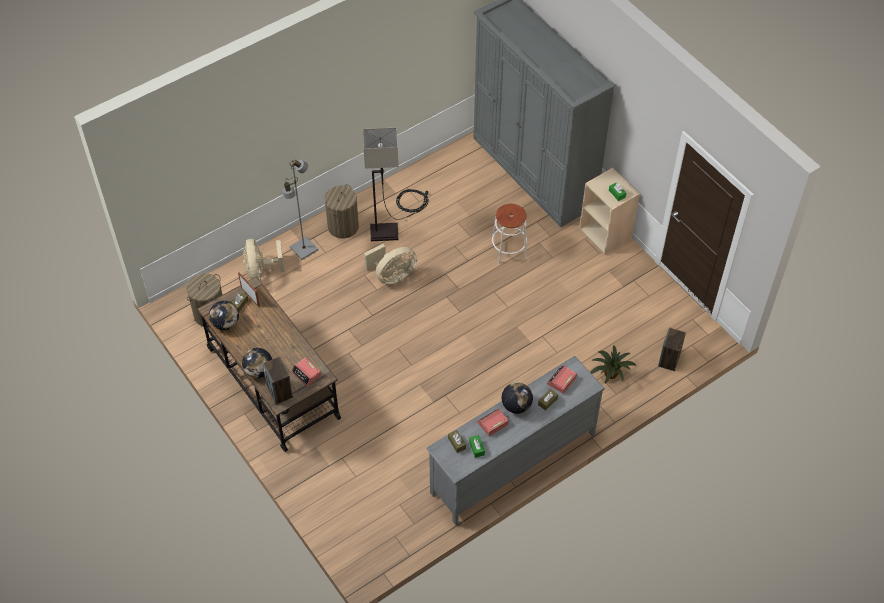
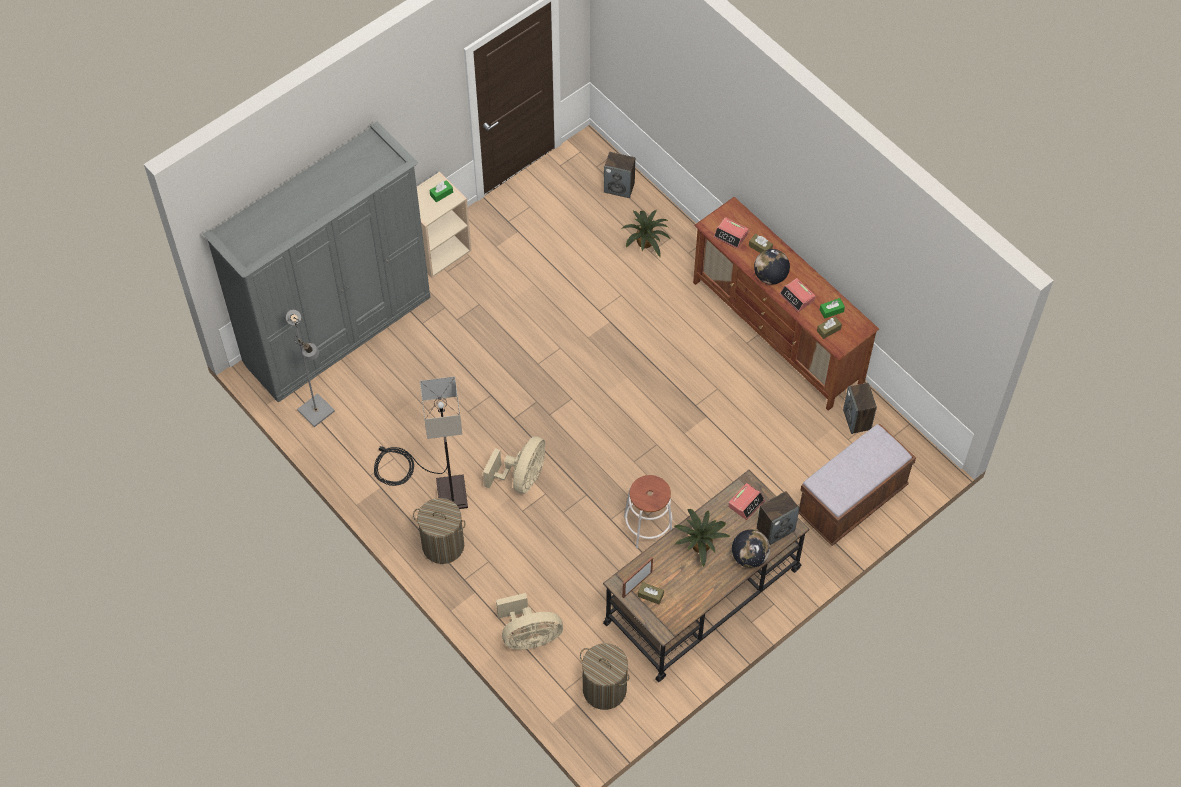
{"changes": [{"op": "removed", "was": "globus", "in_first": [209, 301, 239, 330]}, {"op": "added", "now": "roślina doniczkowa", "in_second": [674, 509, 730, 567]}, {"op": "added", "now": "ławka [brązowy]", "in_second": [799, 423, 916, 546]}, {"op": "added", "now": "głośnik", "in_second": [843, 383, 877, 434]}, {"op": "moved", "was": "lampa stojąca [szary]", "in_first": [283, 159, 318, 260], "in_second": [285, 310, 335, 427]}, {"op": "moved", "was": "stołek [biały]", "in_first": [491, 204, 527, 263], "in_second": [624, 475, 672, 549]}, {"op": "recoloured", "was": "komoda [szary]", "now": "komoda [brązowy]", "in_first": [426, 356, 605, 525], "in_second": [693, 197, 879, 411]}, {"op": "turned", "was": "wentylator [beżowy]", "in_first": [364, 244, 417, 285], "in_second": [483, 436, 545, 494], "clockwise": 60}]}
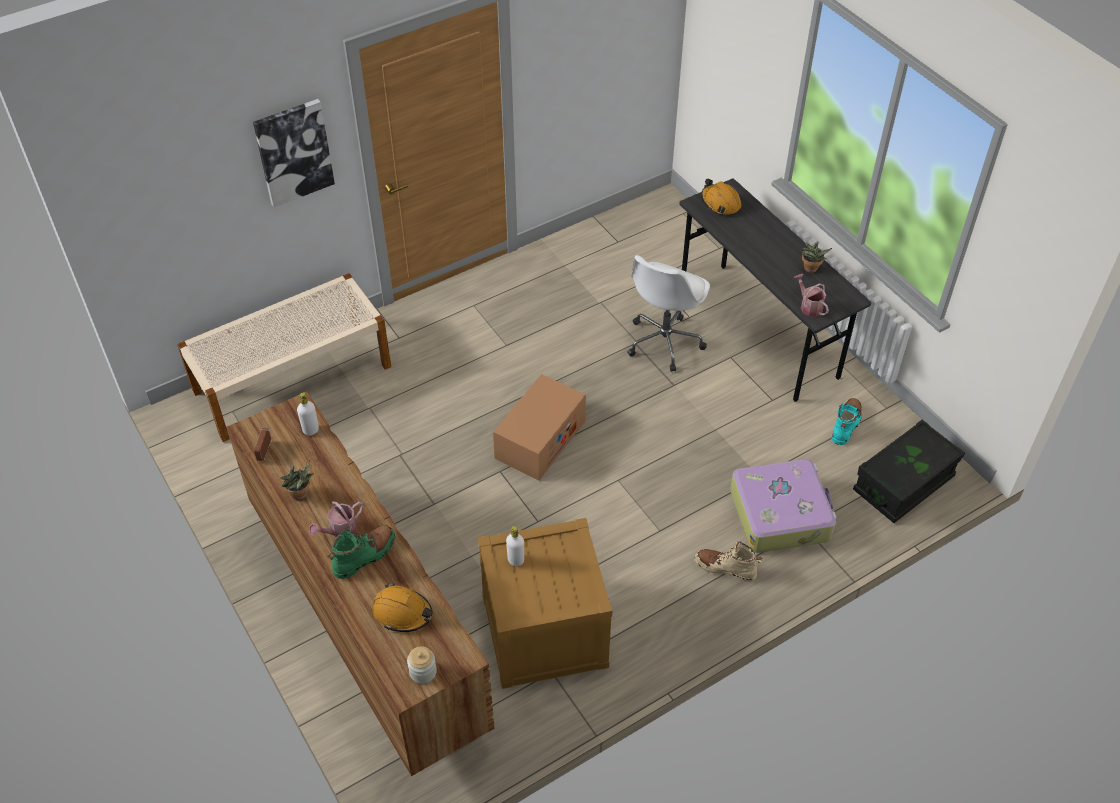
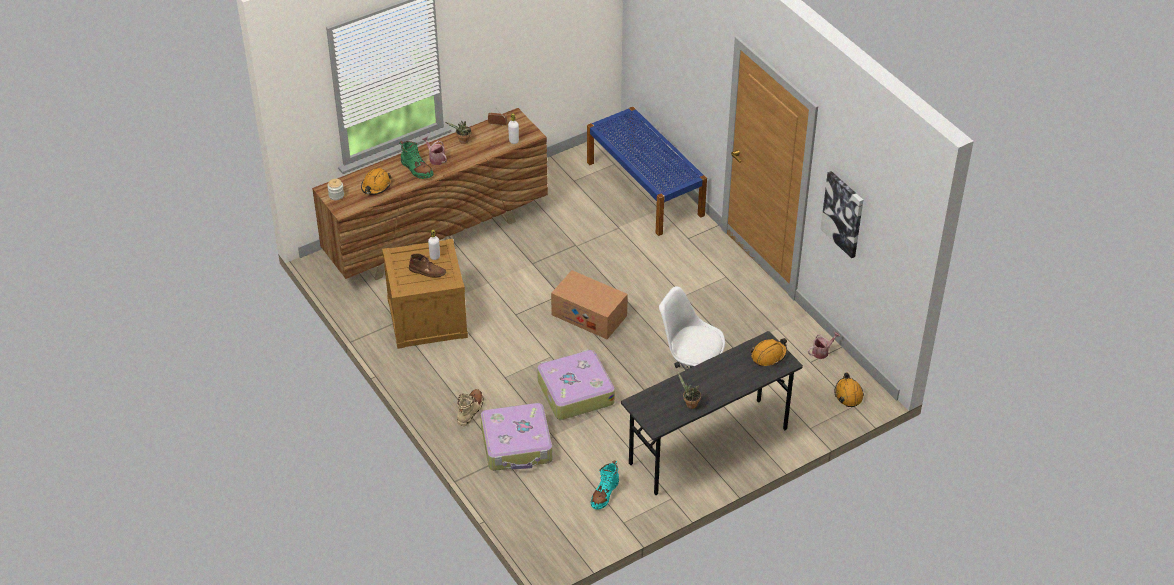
{"changes": [{"op": "removed", "was": "pojemnik do przechowywania [czarny]", "in_first": [853, 420, 965, 523]}, {"op": "added", "now": "but z cholewką [brązowy]", "in_second": [409, 253, 446, 277]}, {"op": "added", "now": "walizka", "in_second": [537, 349, 615, 420]}, {"op": "added", "now": "kask [pomarańczowy]", "in_second": [835, 372, 864, 407]}, {"op": "moved", "was": "obraz", "in_first": [253, 99, 335, 207], "in_second": [821, 171, 863, 258]}, {"op": "moved", "was": "konewka", "in_first": [794, 274, 829, 317], "in_second": [808, 332, 840, 359]}, {"op": "recoloured", "was": "ławka [beżowy]", "now": "ławka [niebieski]", "in_first": [177, 273, 391, 442], "in_second": [587, 107, 707, 236]}, {"op": "turned", "was": "but z cholewką [turkusowy]", "in_first": [832, 398, 862, 445], "in_second": [591, 460, 619, 510], "clockwise": 90}]}
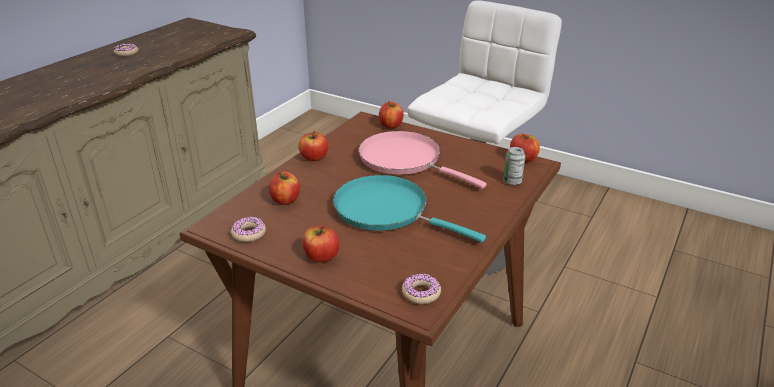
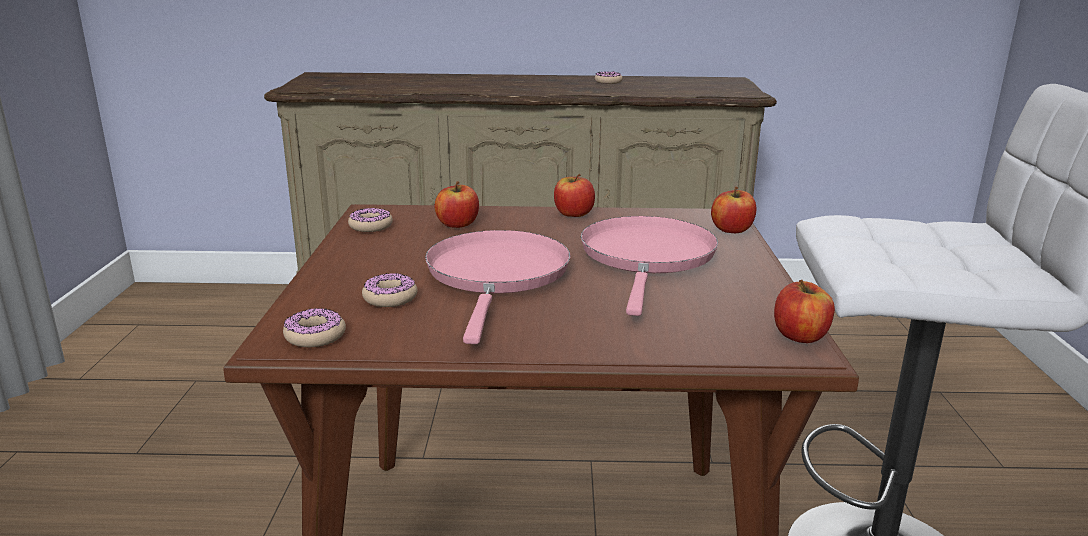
{"changes": [{"op": "removed", "was": "jabłko", "in_first": [302, 226, 339, 262]}, {"op": "removed", "was": "puszka", "in_first": [503, 147, 526, 185]}, {"op": "added", "now": "donut", "in_second": [362, 273, 417, 307]}, {"op": "recoloured", "was": "patelnia [turkusowy]", "now": "patelnia [różowy]", "in_first": [333, 175, 486, 243], "in_second": [425, 230, 571, 344]}]}
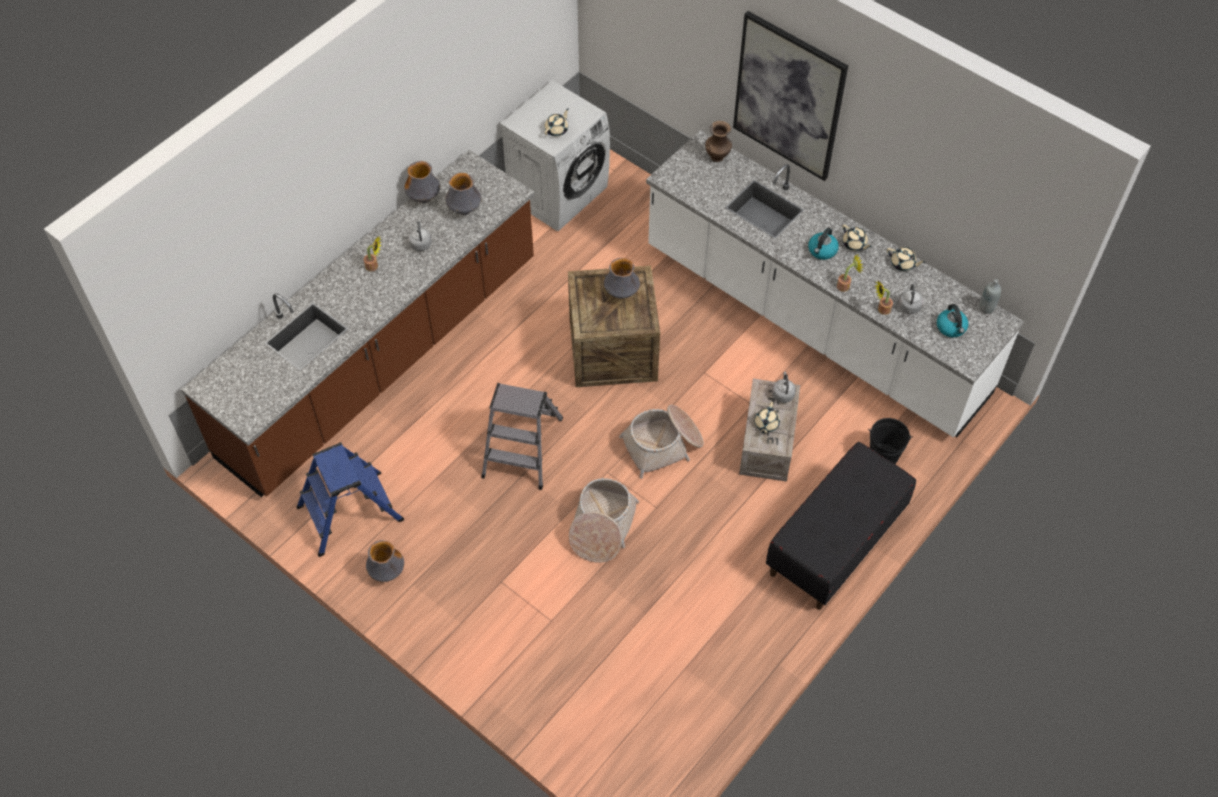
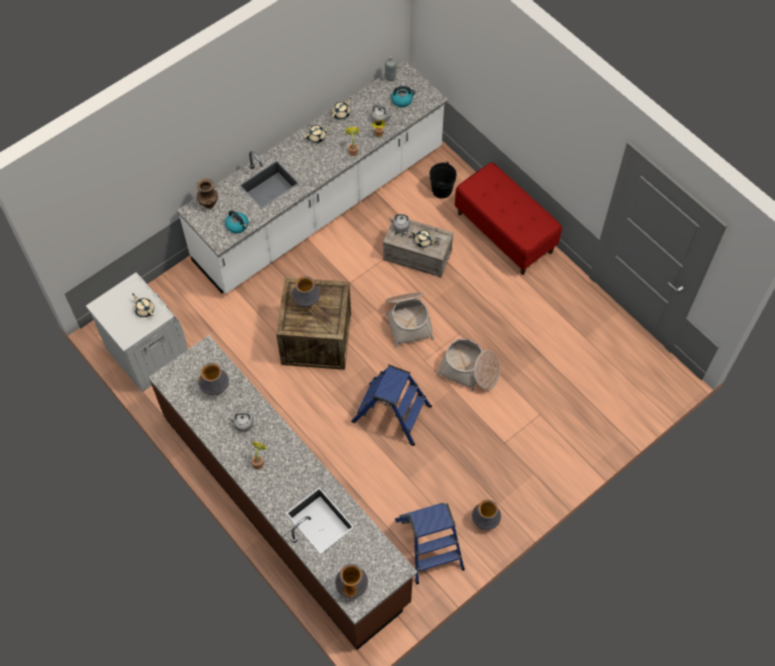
{"changes": [{"op": "removed", "was": "obraz", "in_first": [733, 11, 848, 181]}, {"op": "moved", "was": "wazon", "in_first": [404, 161, 440, 203], "in_second": [335, 564, 368, 598]}, {"op": "moved", "was": "czajnik", "in_first": [808, 228, 839, 260], "in_second": [225, 210, 248, 233]}, {"op": "recoloured", "was": "drabinka [szary]", "now": "drabinka [niebieski]", "in_first": [481, 383, 563, 490], "in_second": [351, 365, 432, 446]}, {"op": "recoloured", "was": "ławka [czarny]", "now": "ławka [czerwony]", "in_first": [766, 442, 916, 610], "in_second": [455, 162, 562, 275]}]}
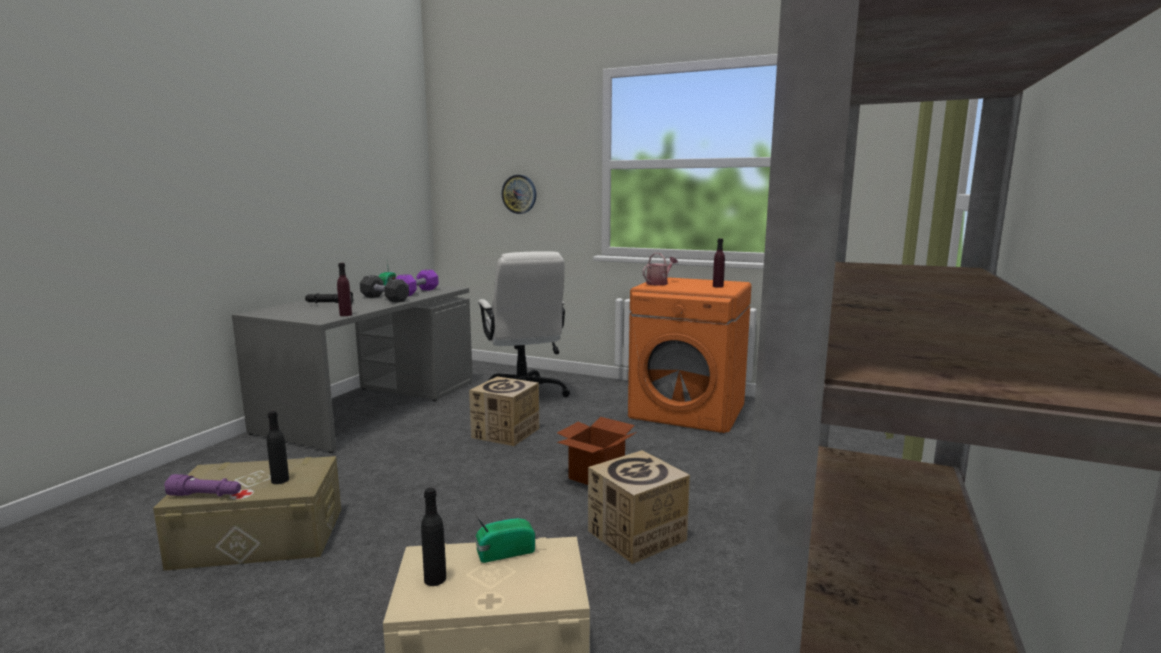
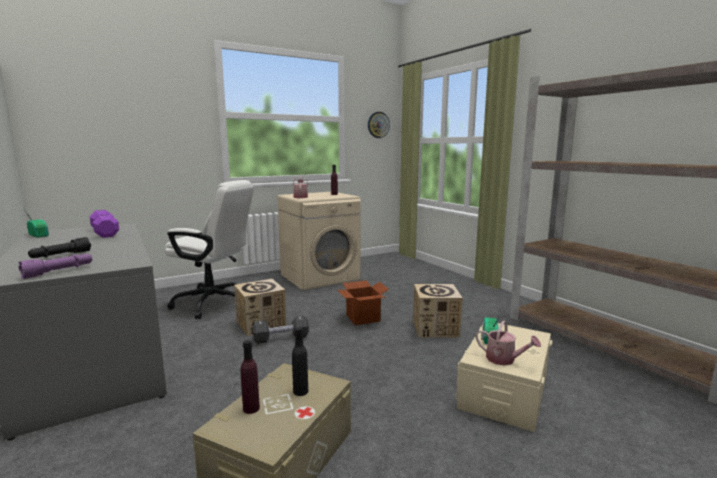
{"changes": [{"op": "moved", "was": "latarka [fioletowy]", "in_first": [164, 474, 241, 497], "in_second": [18, 254, 92, 279]}, {"op": "moved", "was": "butelka [fioletowy]", "in_first": [337, 263, 352, 316], "in_second": [241, 340, 260, 414]}, {"op": "moved", "was": "hantel [czarny]", "in_first": [360, 275, 409, 303], "in_second": [253, 316, 309, 344]}, {"op": "moved", "was": "zegar ścienny", "in_first": [502, 175, 536, 214], "in_second": [368, 112, 390, 138]}, {"op": "replaced", "was": "butelka [czarny]", "now": "konewka", "in_first": [421, 488, 446, 586], "in_second": [475, 320, 541, 366]}, {"op": "recoloured", "was": "pralka [pomarańczowy]", "now": "pralka [beżowy]", "in_first": [628, 277, 752, 433], "in_second": [277, 192, 360, 290]}]}
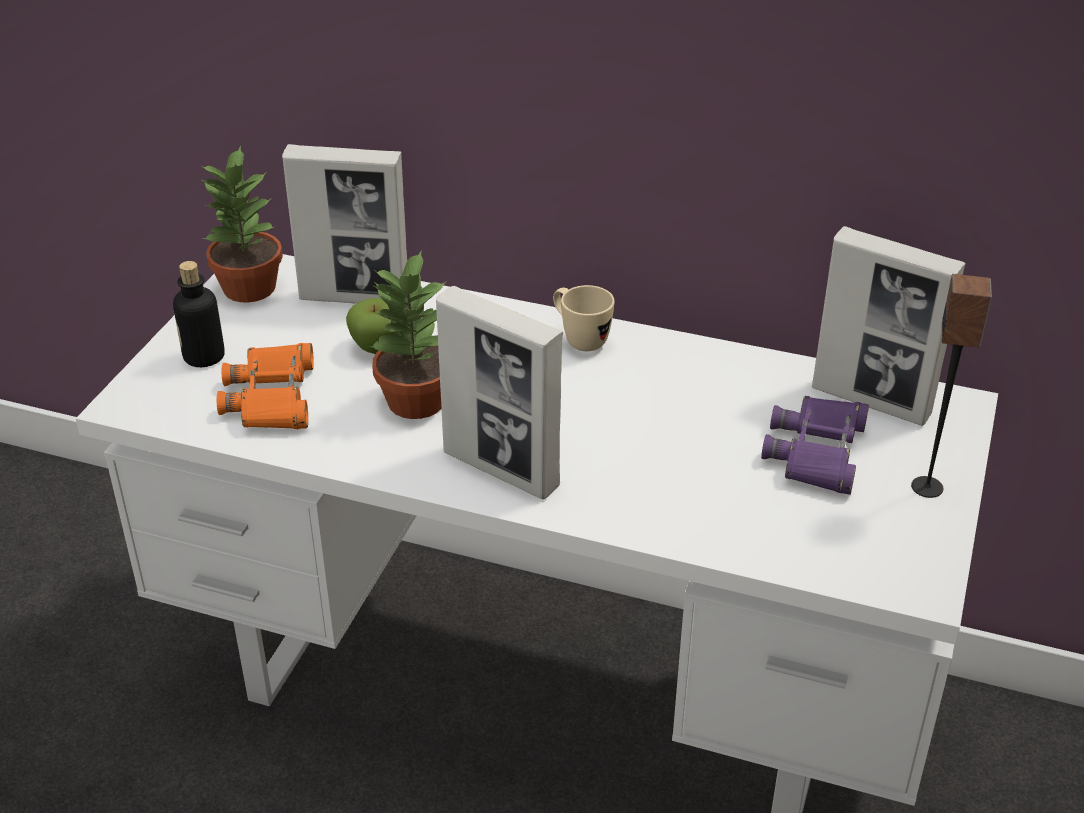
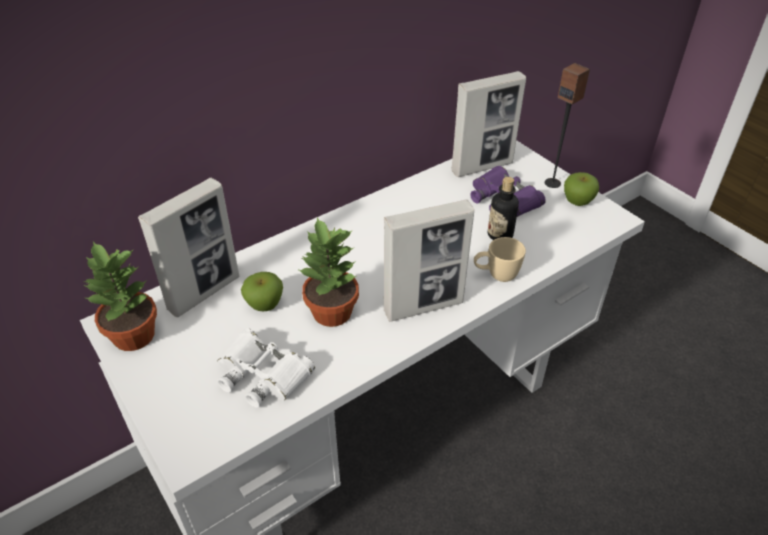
{"changes": [{"op": "added", "now": "jabłko", "in_second": [564, 172, 599, 206]}, {"op": "moved", "was": "butelka", "in_first": [173, 261, 225, 367], "in_second": [488, 177, 519, 240]}, {"op": "moved", "was": "kubek [beżowy]", "in_first": [553, 285, 615, 351], "in_second": [474, 237, 526, 282]}, {"op": "recoloured", "was": "lornetka [pomarańczowy]", "now": "lornetka [biały]", "in_first": [217, 343, 314, 429], "in_second": [217, 328, 315, 408]}]}
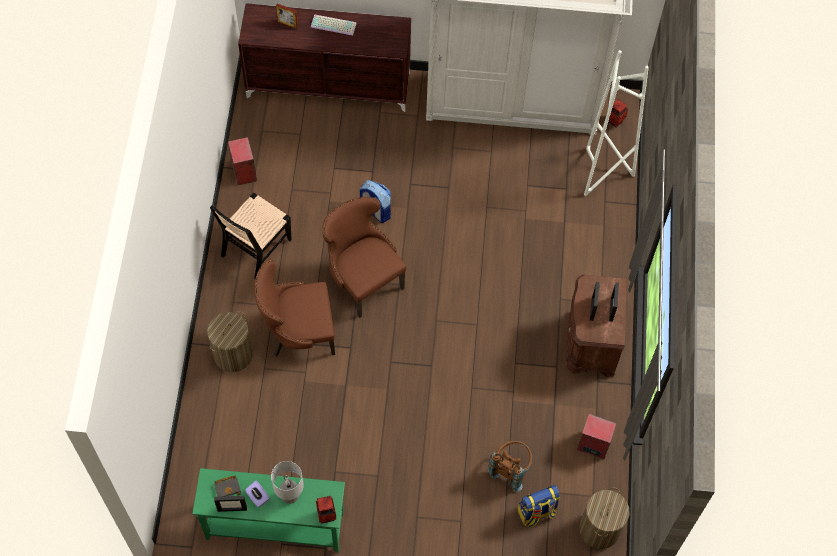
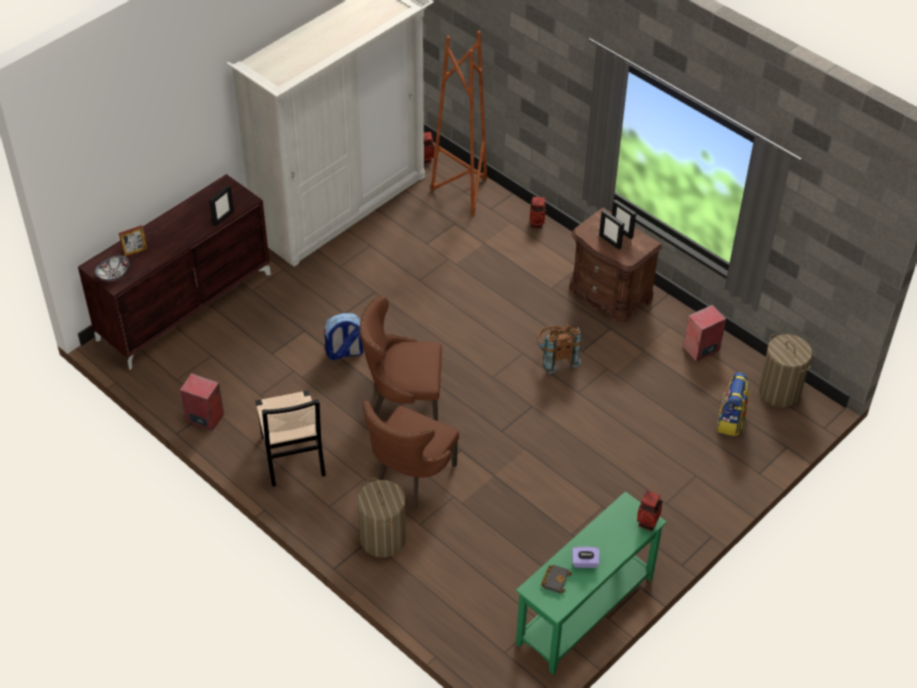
{"changes": [{"op": "removed", "was": "lampa stołowa [szary]", "in_first": [271, 461, 304, 504]}, {"op": "removed", "was": "klawiatura", "in_first": [311, 14, 357, 35]}, {"op": "added", "now": "miska", "in_second": [94, 255, 129, 281]}, {"op": "added", "now": "wazon", "in_second": [530, 197, 546, 229]}, {"op": "moved", "was": "ramka na zdjęcie", "in_first": [214, 496, 247, 512], "in_second": [209, 185, 234, 227]}, {"op": "moved", "was": "plecak [brązowy]", "in_first": [488, 441, 532, 492], "in_second": [537, 324, 581, 374]}, {"op": "recoloured", "was": "wieszak [biały]", "now": "wieszak [brązowy]", "in_first": [584, 50, 649, 196], "in_second": [431, 31, 487, 217]}]}
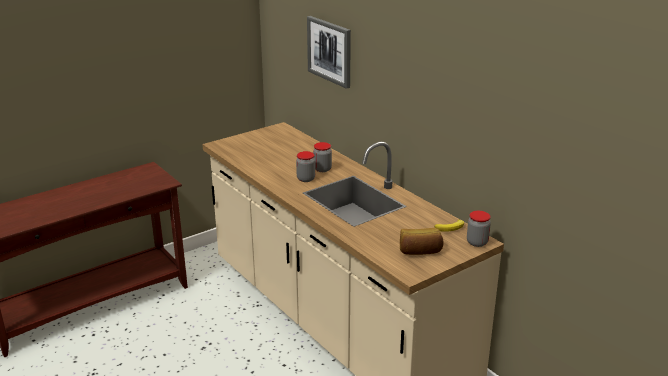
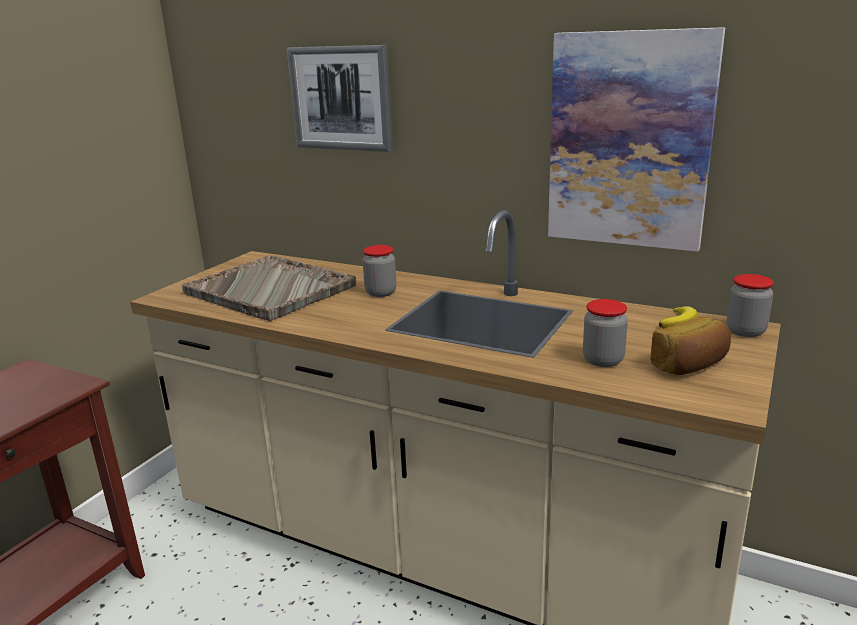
{"changes": [{"op": "added", "now": "taca [szary]", "in_second": [182, 255, 356, 321]}, {"op": "added", "now": "obraz", "in_second": [548, 27, 725, 252]}, {"op": "moved", "was": "słoik", "in_first": [296, 151, 315, 182], "in_second": [583, 299, 628, 367]}]}
